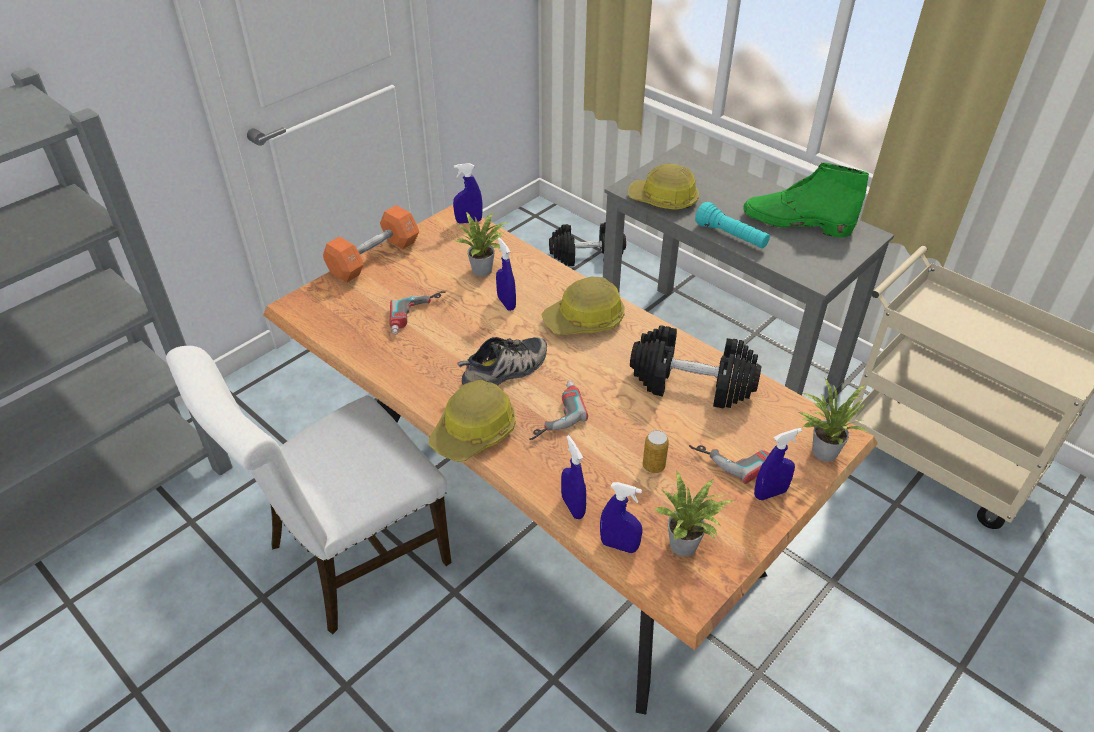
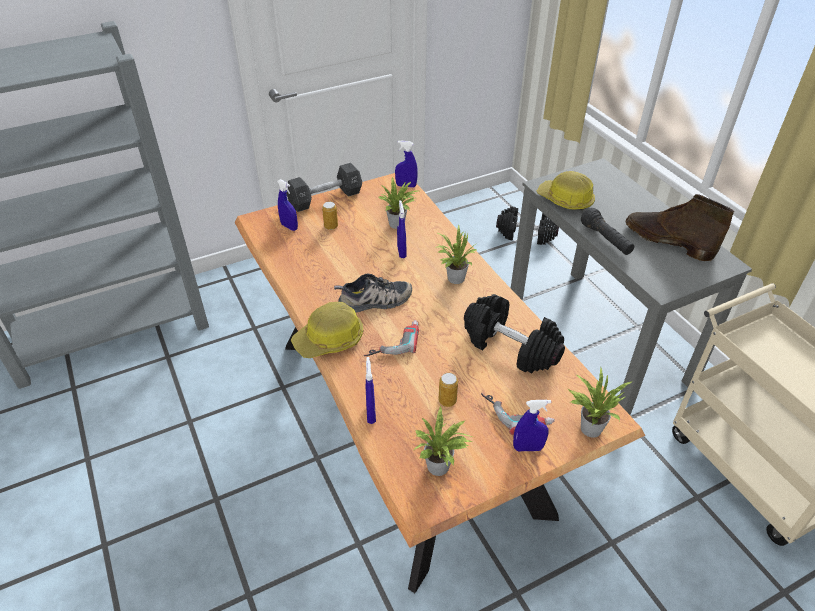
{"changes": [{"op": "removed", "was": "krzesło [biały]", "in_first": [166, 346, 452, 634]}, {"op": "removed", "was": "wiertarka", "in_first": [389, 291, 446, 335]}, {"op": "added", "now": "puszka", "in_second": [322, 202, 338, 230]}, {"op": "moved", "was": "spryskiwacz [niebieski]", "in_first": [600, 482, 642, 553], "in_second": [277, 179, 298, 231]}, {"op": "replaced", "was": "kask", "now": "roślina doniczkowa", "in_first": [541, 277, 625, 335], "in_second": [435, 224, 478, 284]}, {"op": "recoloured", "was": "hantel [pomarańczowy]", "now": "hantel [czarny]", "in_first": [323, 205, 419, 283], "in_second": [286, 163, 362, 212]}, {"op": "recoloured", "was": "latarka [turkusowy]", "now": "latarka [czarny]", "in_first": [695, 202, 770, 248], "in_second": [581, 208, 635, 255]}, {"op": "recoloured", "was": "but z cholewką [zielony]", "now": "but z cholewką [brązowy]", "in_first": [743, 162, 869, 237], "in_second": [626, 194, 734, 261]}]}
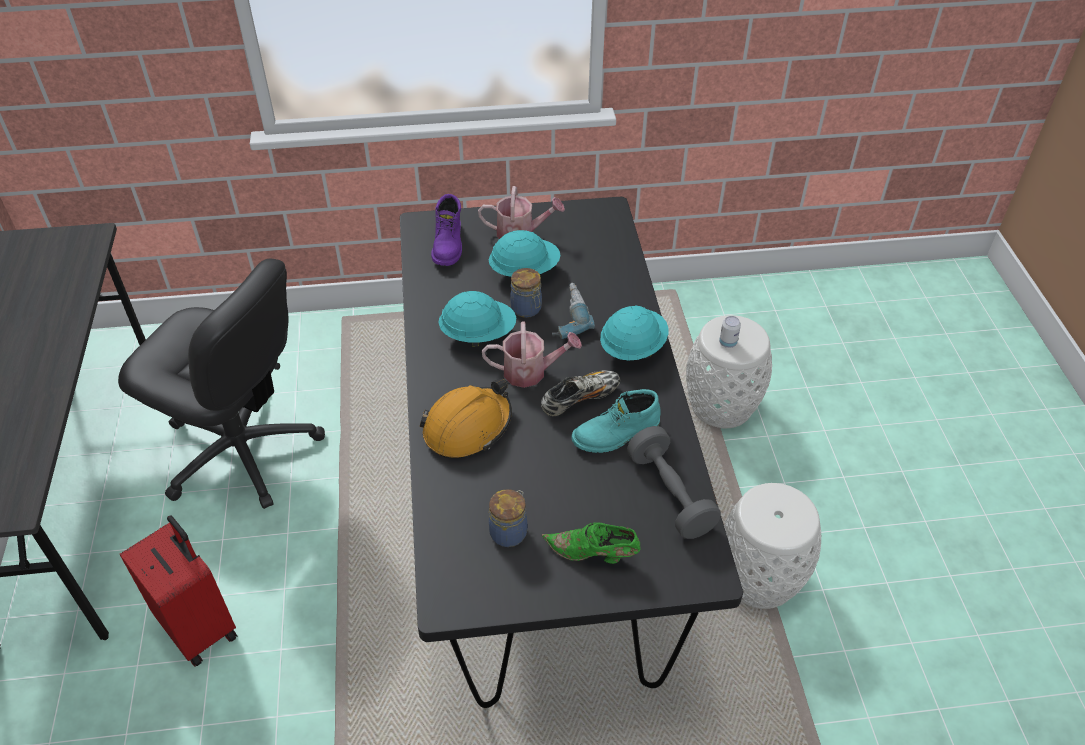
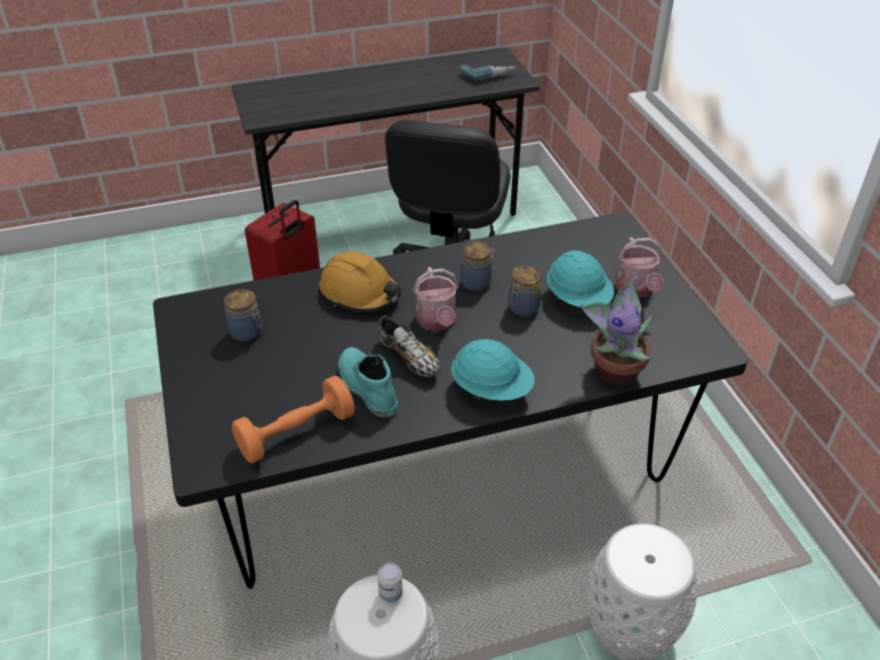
{"changes": [{"op": "removed", "was": "but z cholewką [fioletowy]", "in_first": [431, 194, 462, 266]}, {"op": "removed", "was": "but [zielony]", "in_first": [542, 523, 641, 564]}, {"op": "added", "now": "roślina doniczkowa", "in_second": [580, 277, 653, 386]}, {"op": "moved", "was": "wiertarka", "in_first": [552, 283, 595, 339], "in_second": [459, 65, 516, 80]}, {"op": "moved", "was": "puszka", "in_first": [719, 316, 741, 348], "in_second": [377, 562, 403, 603]}, {"op": "replaced", "was": "kask [turkusowy]", "now": "słoik", "in_first": [438, 291, 517, 347], "in_second": [460, 241, 495, 291]}, {"op": "recoloured", "was": "hantel [szary]", "now": "hantel [pomarańczowy]", "in_first": [627, 426, 721, 539], "in_second": [232, 376, 355, 464]}]}
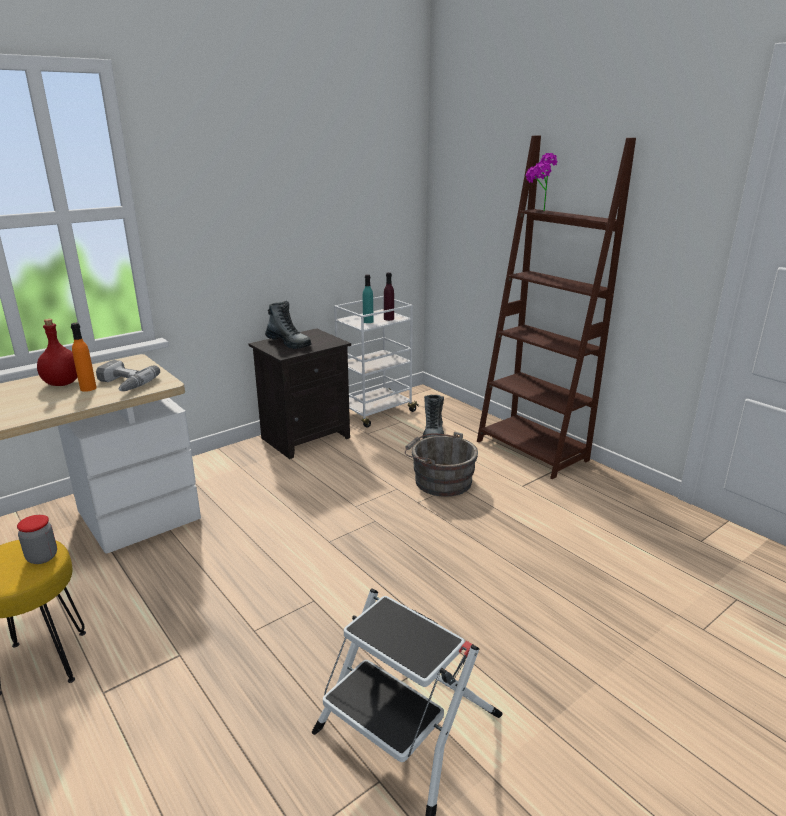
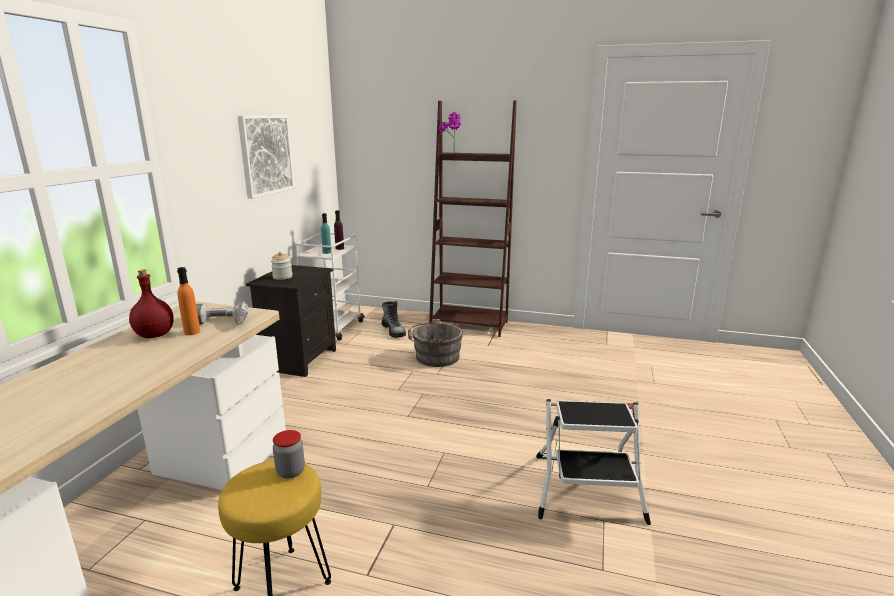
{"changes": [{"op": "added", "now": "obraz", "in_second": [237, 115, 294, 199]}, {"op": "replaced", "was": "but z cholewką", "now": "słoik", "in_first": [265, 301, 311, 349], "in_second": [271, 252, 293, 280]}]}
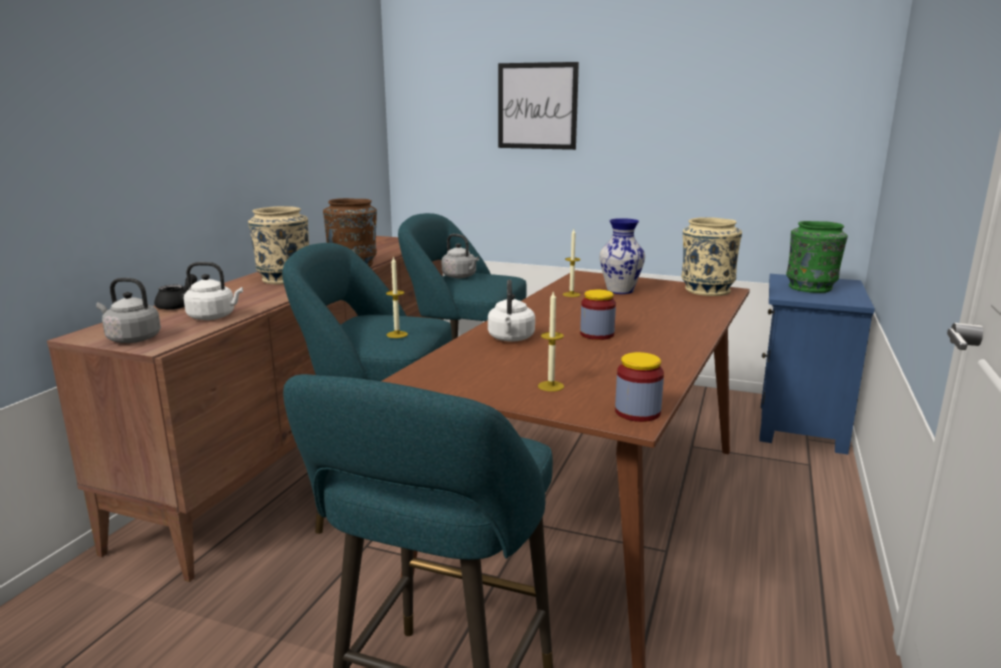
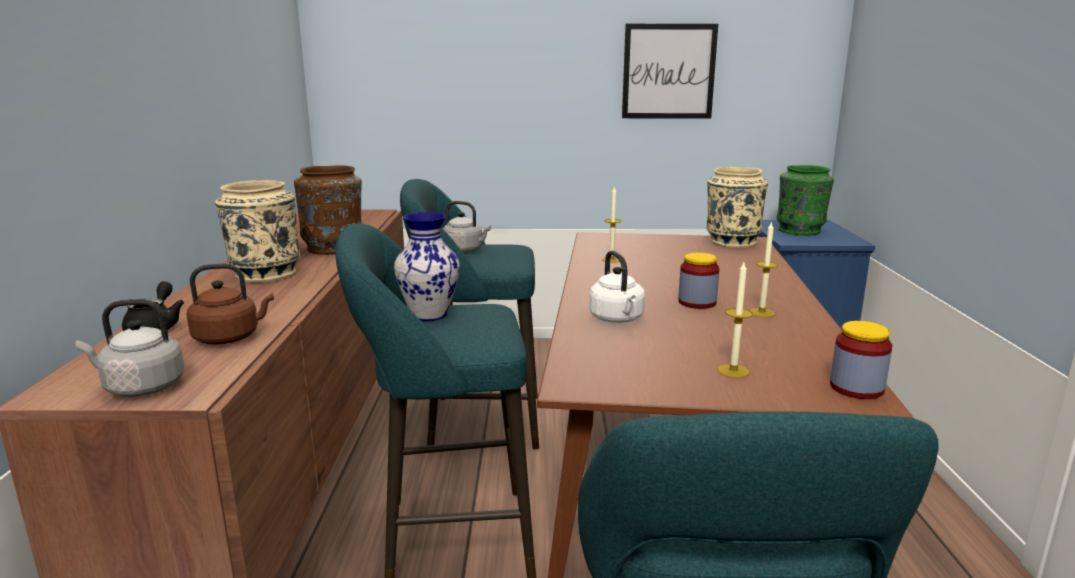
{"changes": [{"op": "moved", "was": "świeca", "in_first": [386, 256, 408, 338], "in_second": [749, 221, 778, 317]}, {"op": "moved", "was": "obraz", "in_first": [498, 62, 579, 150], "in_second": [622, 24, 718, 119]}, {"op": "moved", "was": "wazon", "in_first": [599, 218, 645, 294], "in_second": [394, 212, 460, 321]}, {"op": "recoloured", "was": "czajnik [biały]", "now": "czajnik [brązowy]", "in_first": [184, 262, 243, 320], "in_second": [187, 264, 274, 345]}]}
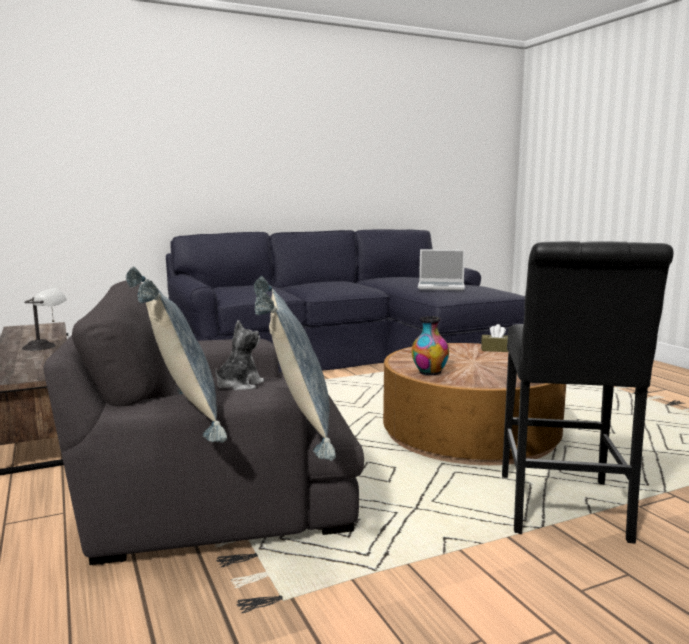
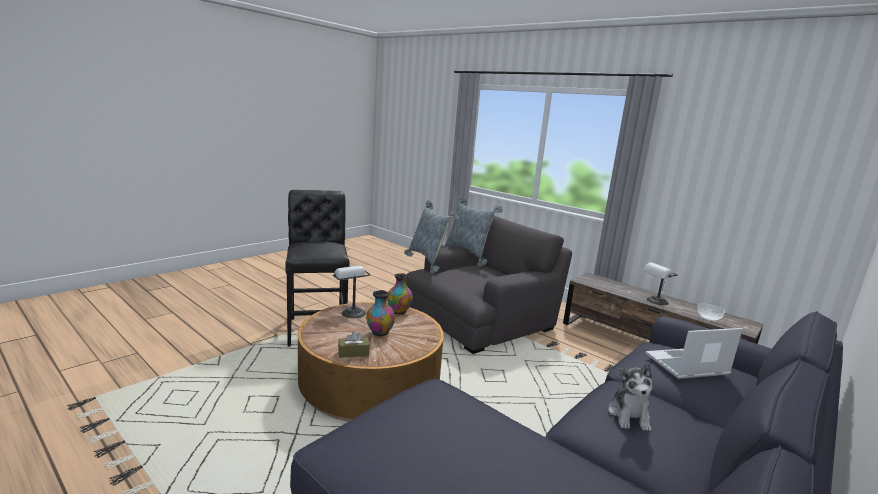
{"changes": [{"op": "added", "now": "lampa stołowa", "in_second": [333, 266, 370, 318]}, {"op": "added", "now": "wazon", "in_second": [366, 290, 395, 336]}, {"op": "added", "now": "miska", "in_second": [697, 304, 725, 321]}, {"op": "moved", "was": "pluszak", "in_first": [215, 320, 264, 390], "in_second": [608, 363, 652, 431]}, {"op": "moved", "was": "laptop", "in_first": [418, 249, 465, 290], "in_second": [646, 328, 743, 379]}]}
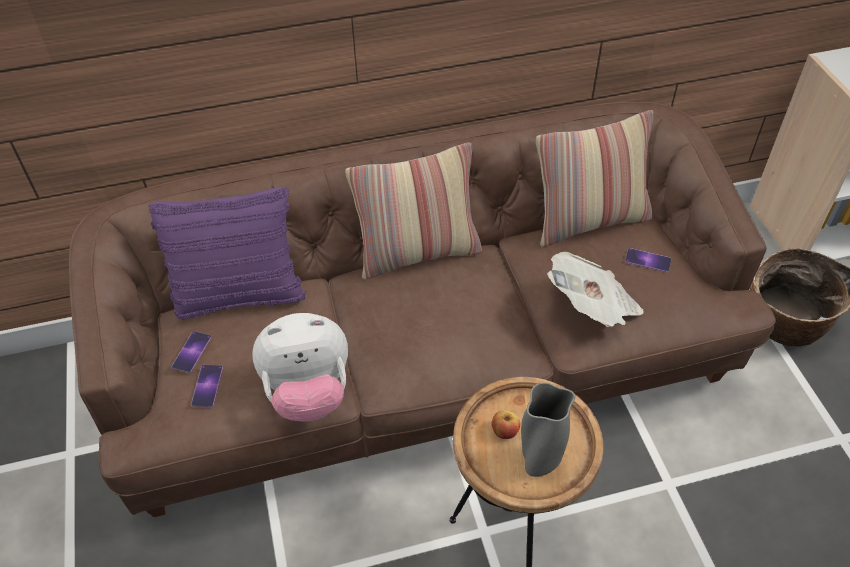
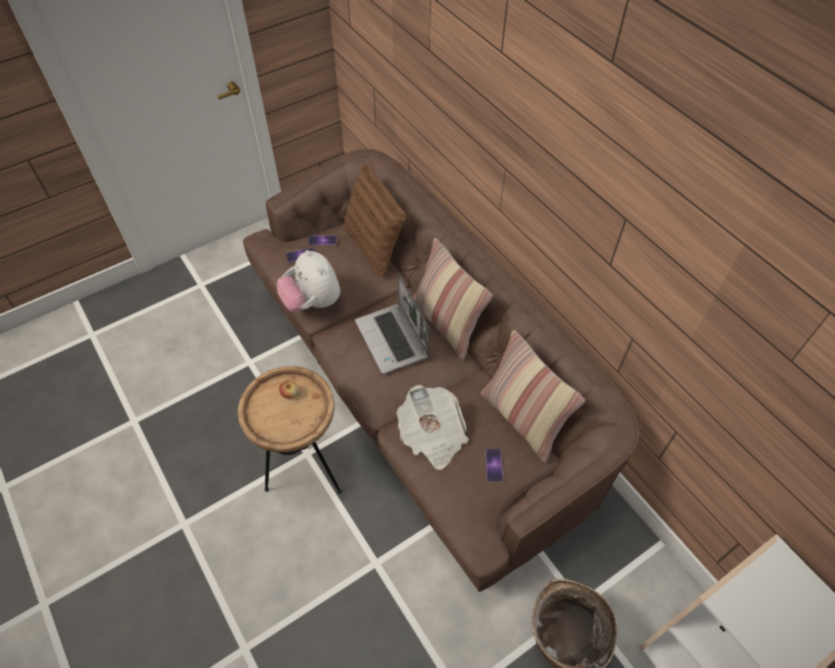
{"changes": [{"op": "removed", "was": "wazon [szary]", "in_first": [521, 382, 575, 477]}, {"op": "added", "now": "laptop", "in_second": [355, 274, 430, 374]}, {"op": "recoloured", "was": "poduszka [fioletowy]", "now": "poduszka [brązowy]", "in_first": [149, 187, 306, 320], "in_second": [343, 164, 407, 277]}]}
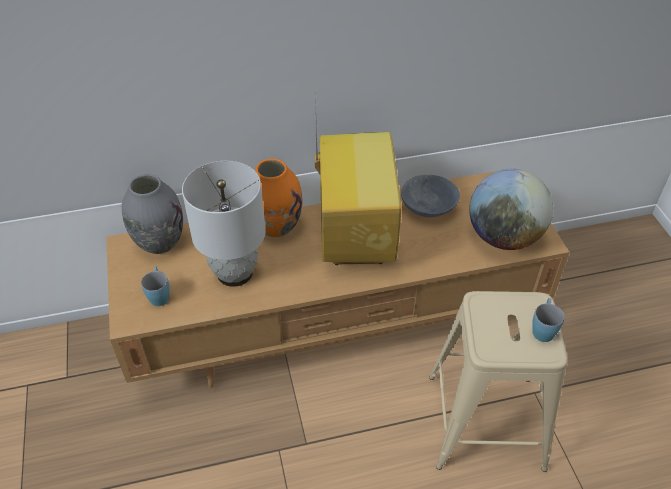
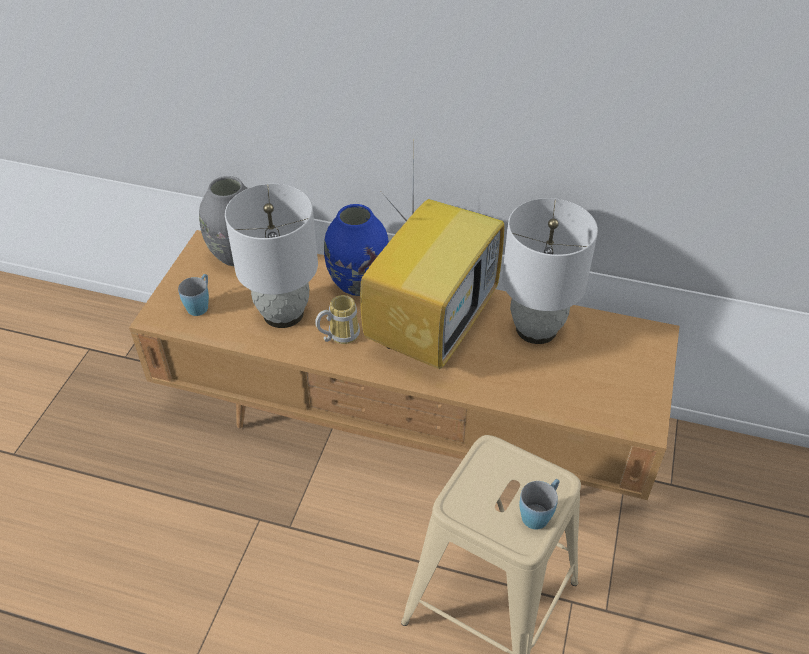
{"changes": [{"op": "removed", "was": "globus", "in_first": [469, 169, 553, 250]}, {"op": "added", "now": "kubek", "in_second": [315, 295, 360, 344]}, {"op": "replaced", "was": "miska [szary]", "now": "lampa stołowa [biały]", "in_first": [401, 174, 460, 217], "in_second": [502, 198, 598, 344]}, {"op": "recoloured", "was": "wazon [pomarańczowy]", "now": "wazon [niebieski]", "in_first": [255, 159, 302, 237], "in_second": [324, 204, 389, 296]}]}
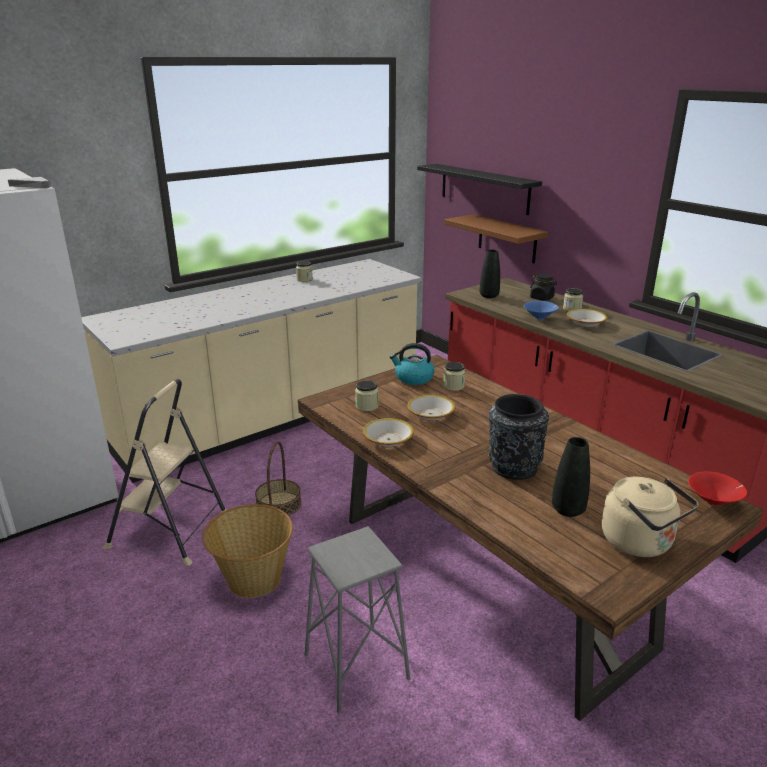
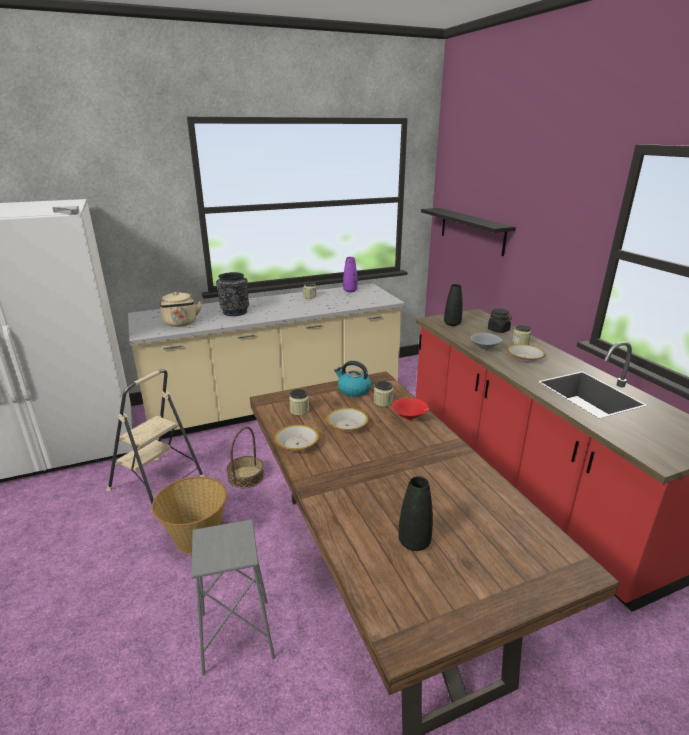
{"changes": [{"op": "removed", "was": "półka [brązowy]", "in_first": [444, 214, 548, 263]}, {"op": "added", "now": "wazon [fioletowy]", "in_second": [343, 257, 358, 292]}, {"op": "moved", "was": "wazon [czarny]", "in_first": [488, 394, 549, 480], "in_second": [216, 272, 249, 316]}, {"op": "moved", "was": "czajnik [beżowy]", "in_first": [602, 477, 699, 557], "in_second": [160, 292, 202, 327]}, {"op": "moved", "was": "miska [czerwony]", "in_first": [688, 471, 747, 506], "in_second": [392, 398, 429, 420]}, {"op": "recoloured", "was": "miska [niebieski]", "now": "miska [szary]", "in_first": [524, 301, 559, 320], "in_second": [470, 333, 503, 351]}]}
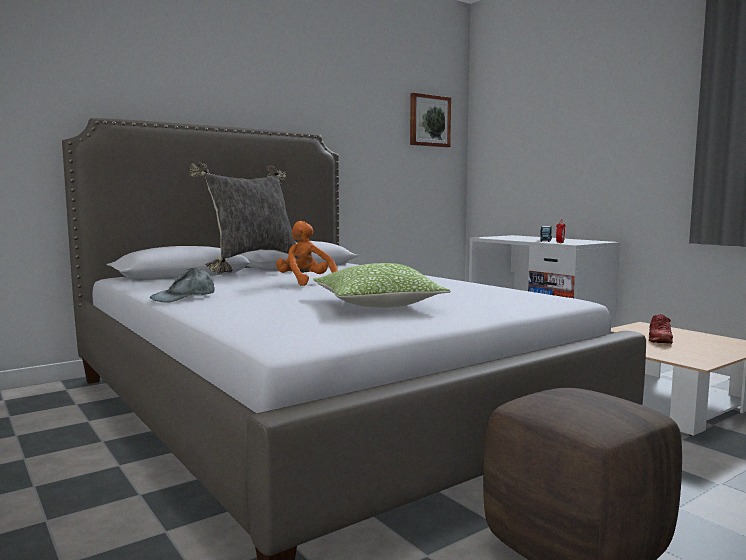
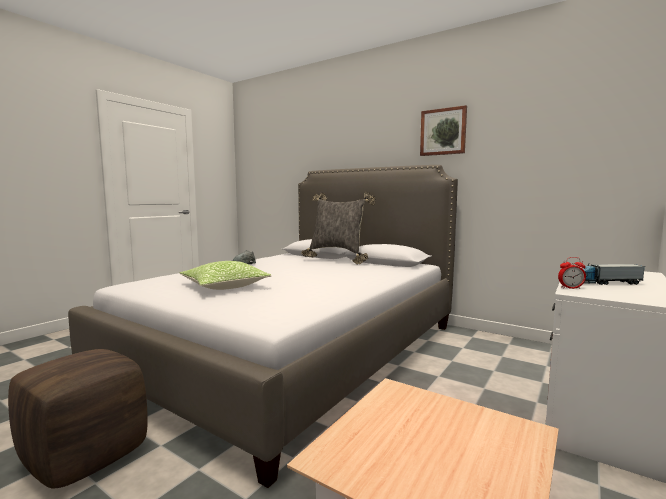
{"changes": [{"op": "removed", "was": "pluszak [pomarańczowy]", "in_first": [276, 221, 338, 286]}, {"op": "removed", "was": "but [czerwony]", "in_first": [649, 314, 673, 344]}, {"op": "moved", "was": "obraz", "in_first": [410, 93, 451, 147], "in_second": [420, 105, 467, 156]}]}
